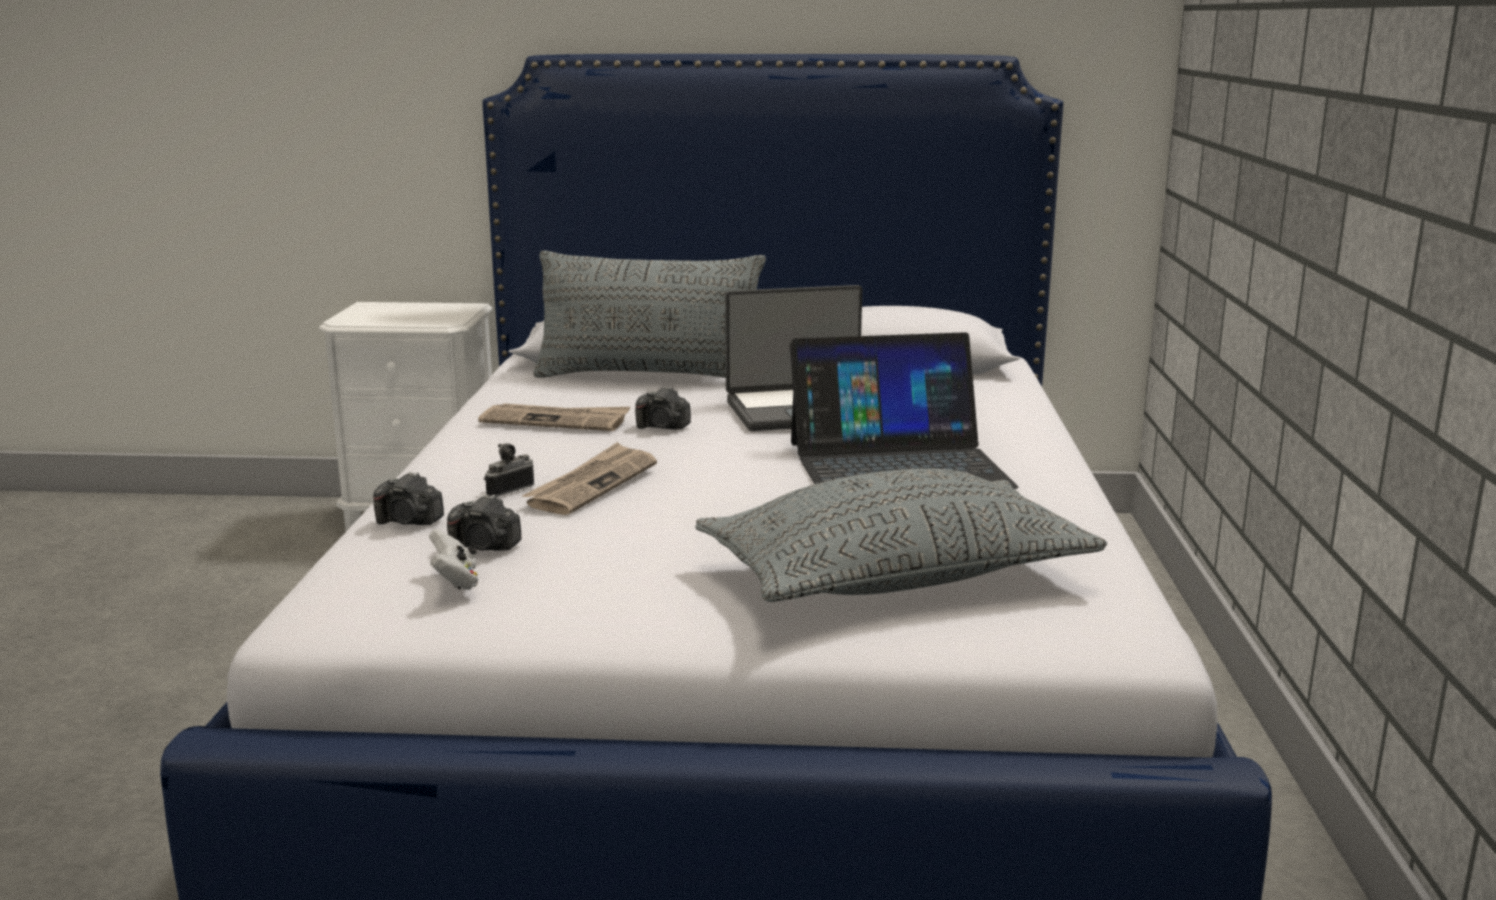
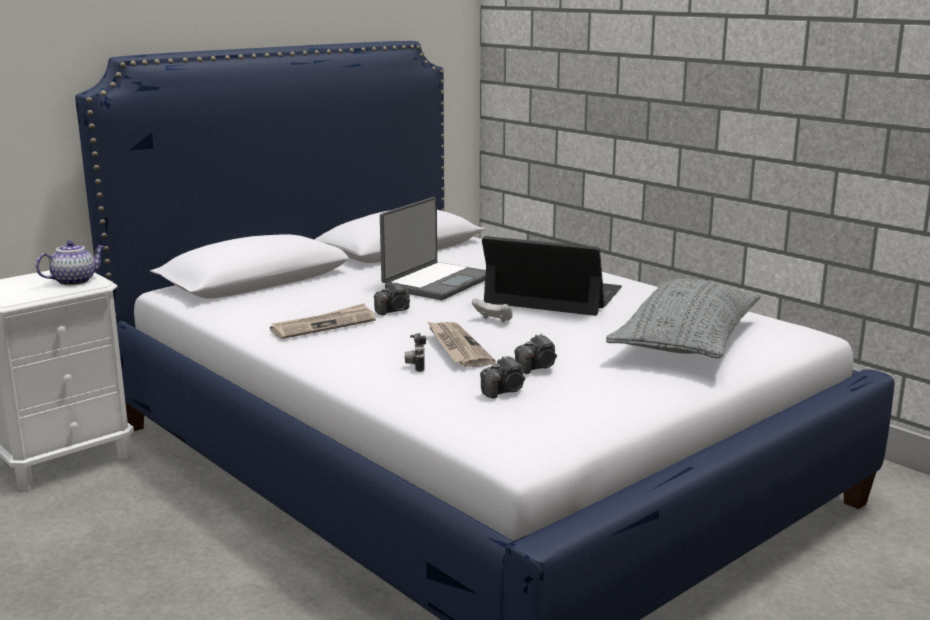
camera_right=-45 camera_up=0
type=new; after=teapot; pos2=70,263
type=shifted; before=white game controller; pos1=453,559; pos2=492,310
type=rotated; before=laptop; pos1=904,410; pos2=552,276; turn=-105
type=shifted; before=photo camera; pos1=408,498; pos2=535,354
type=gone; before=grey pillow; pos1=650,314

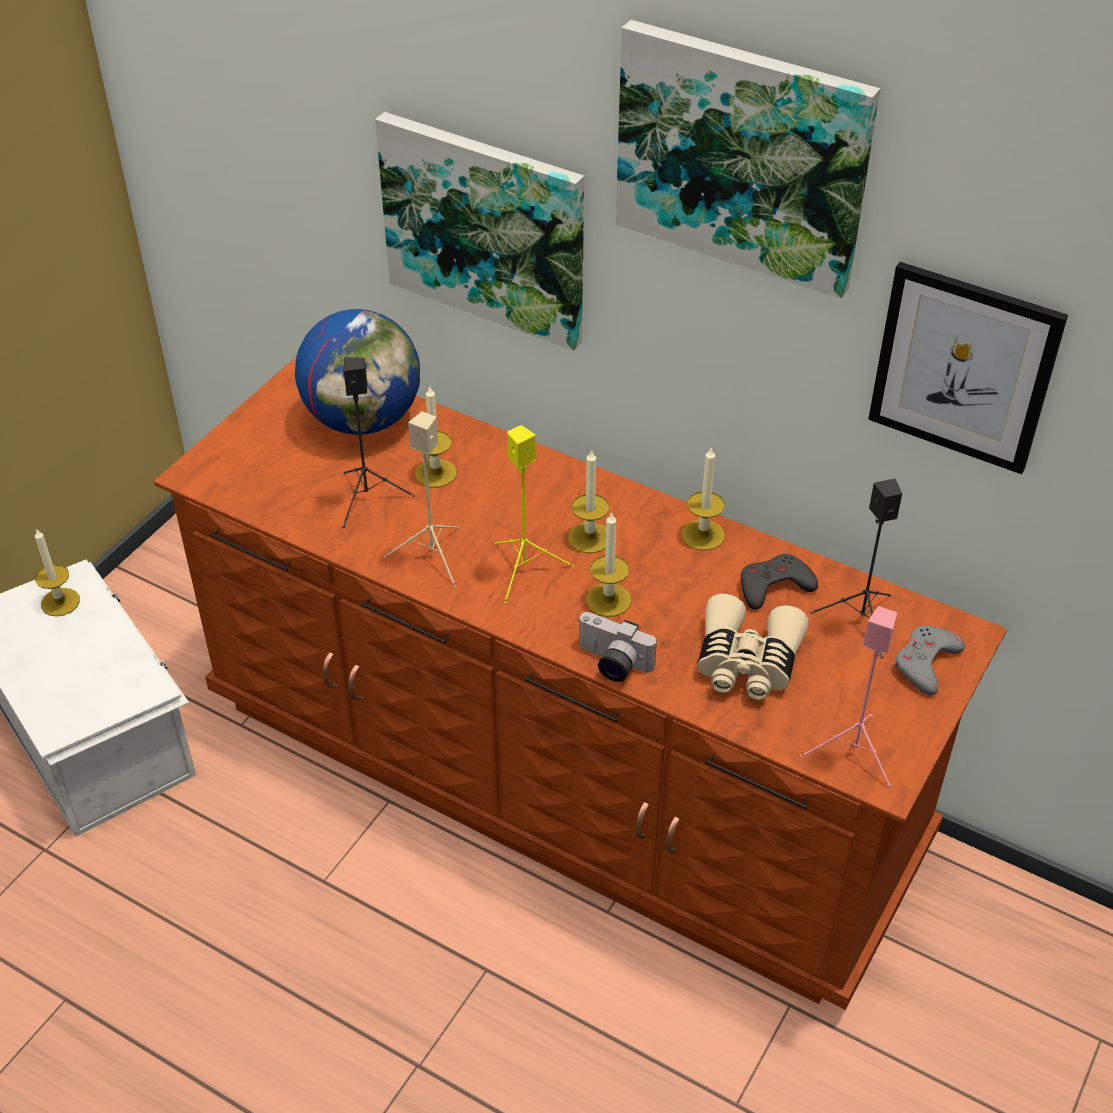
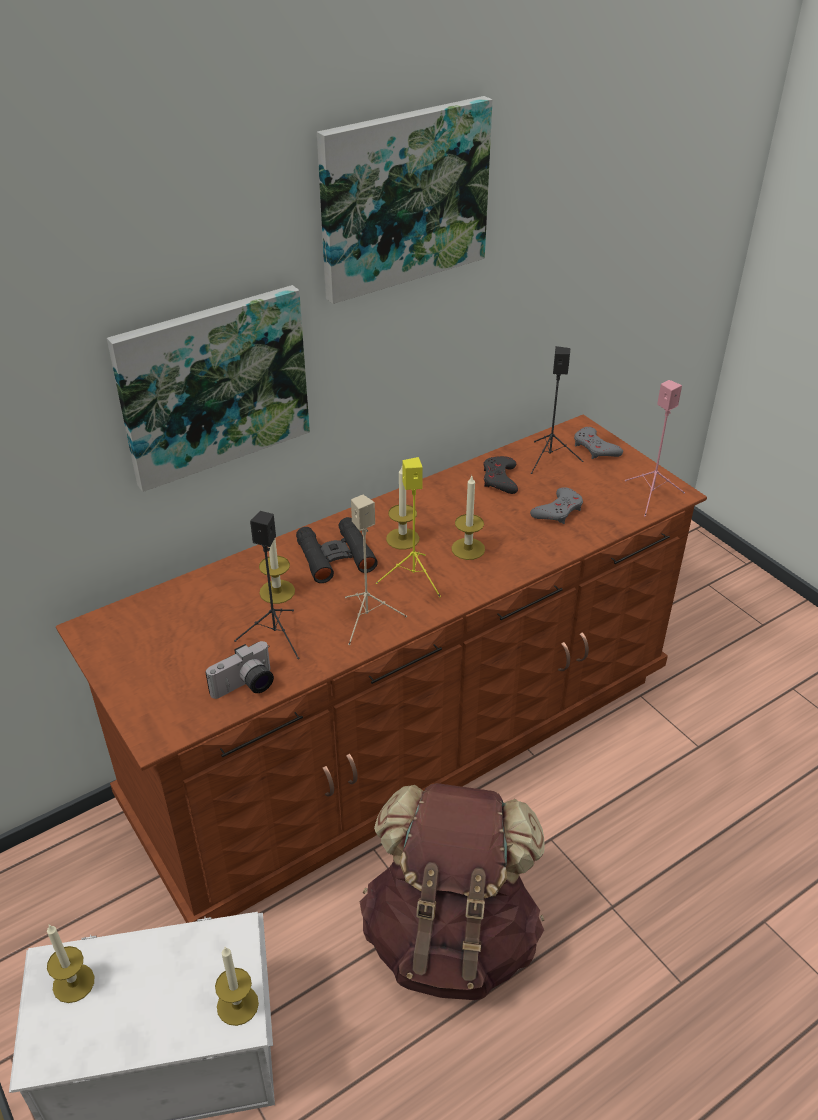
camera_right=-65 camera_up=-5
type=shifted; before=photo camera; pos1=617,647; pos2=240,670
type=shifted; before=candle; pos1=703,499; pos2=237,986
type=new; after=black binoculars; pos2=337,550
type=new; after=brown backpack; pos2=452,891
type=swapped; before=beige binoculars; after=grey game controller; pos1=753,647; pos2=556,505
type=gone; before=globe; pos1=357,372
type=gone; before=picture; pos1=968,368

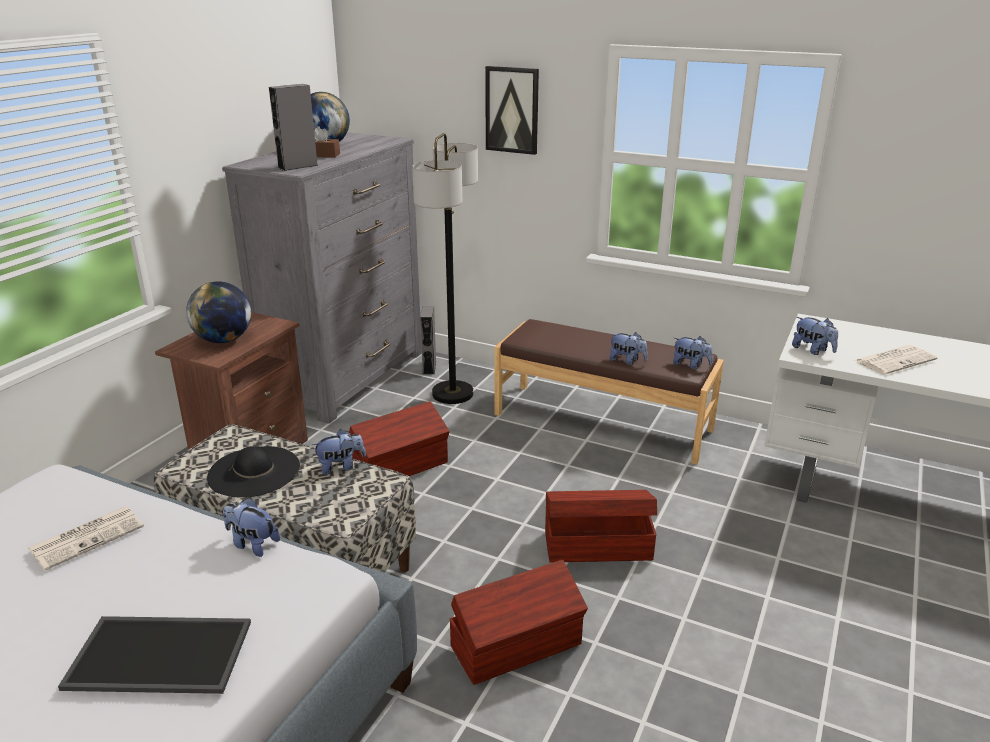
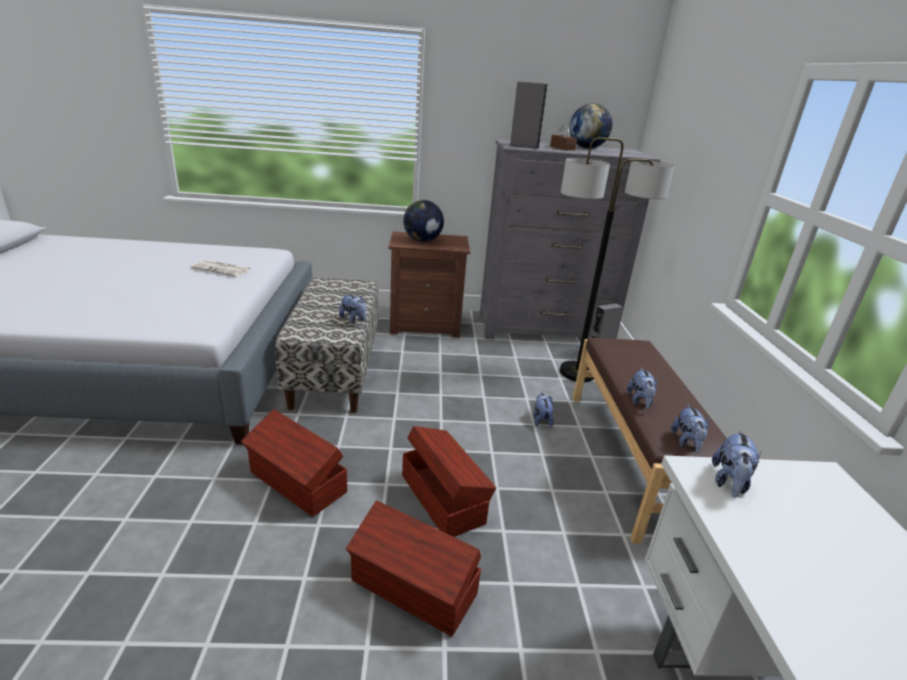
camera_right=60 camera_up=0
type=shifted; before=brown storage box; pos1=399,438; pos2=413,568
type=shifted; before=plush toy; pos1=251,527; pos2=543,410
type=gone; before=tray; pos1=154,655
type=gone; before=black hat; pos1=253,472
type=gone; before=picture; pos1=512,110
type=gone; before=newspaper; pos1=895,360

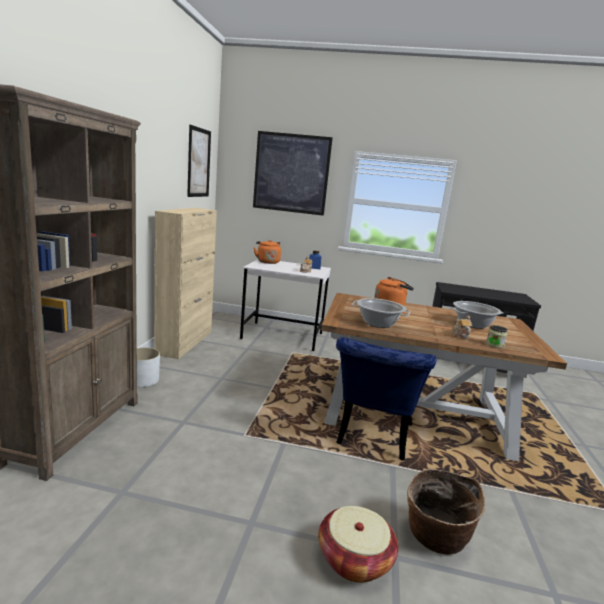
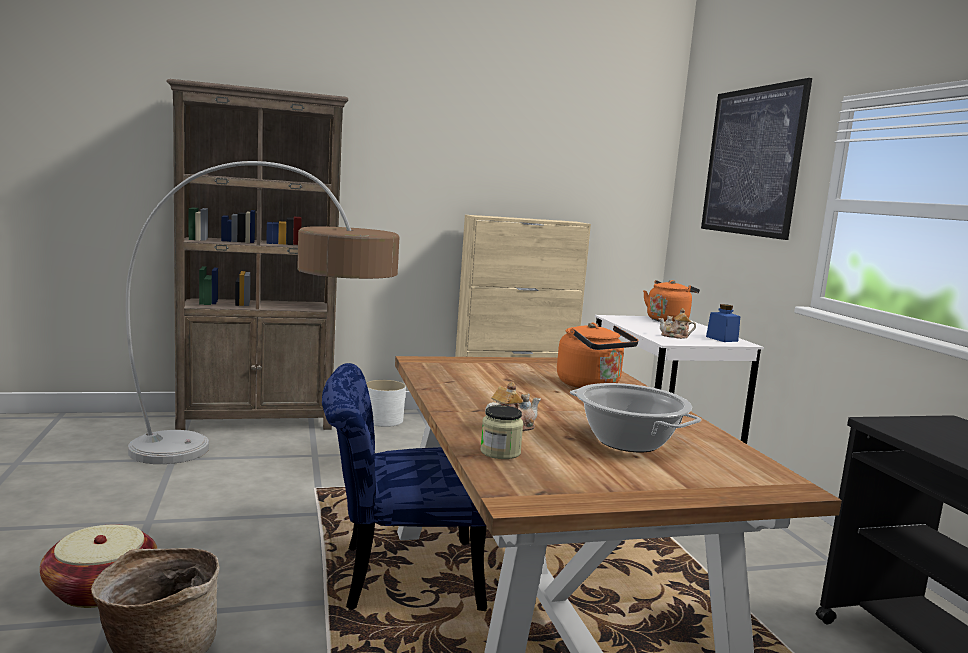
camera_right=65 camera_up=-5
type=new; after=floor lamp; pos2=262,312
type=gone; before=picture; pos1=199,161
type=gone; before=cooking pot; pos1=381,313

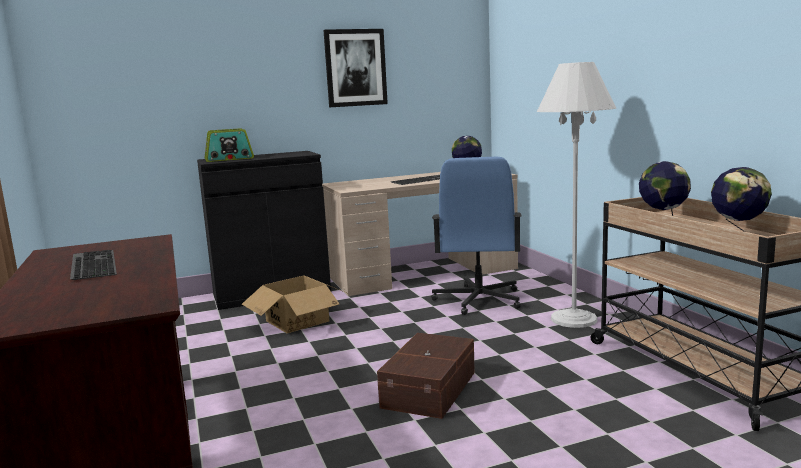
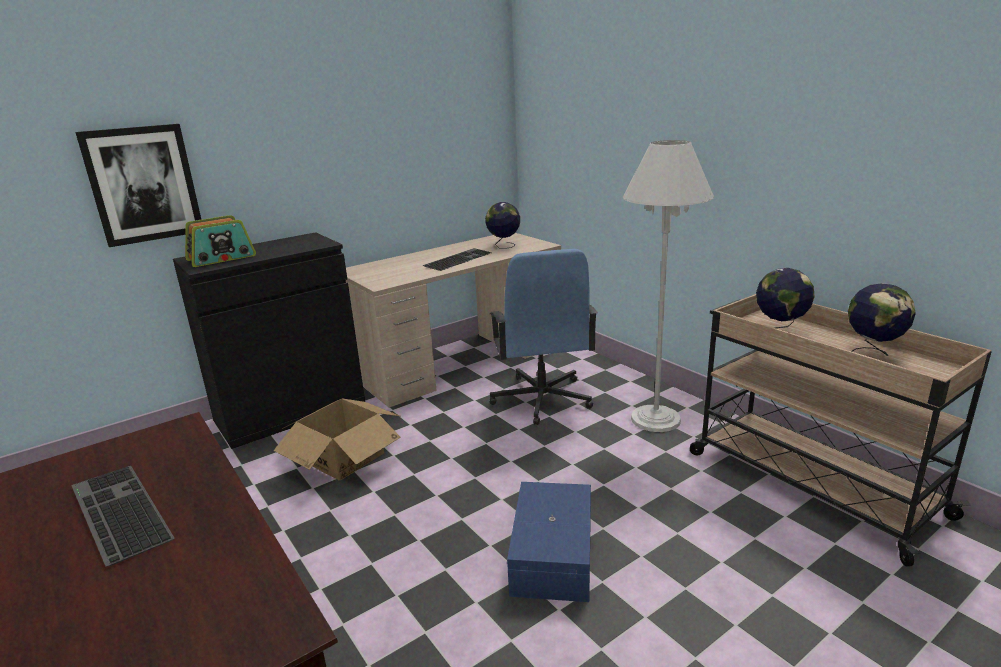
camera_right=-15 camera_up=10
type=shifted; before=picture; pos1=355,68; pos2=138,185
type=repainted; before=brown storage box; after=blue storage box; pos1=426,376; pos2=549,542

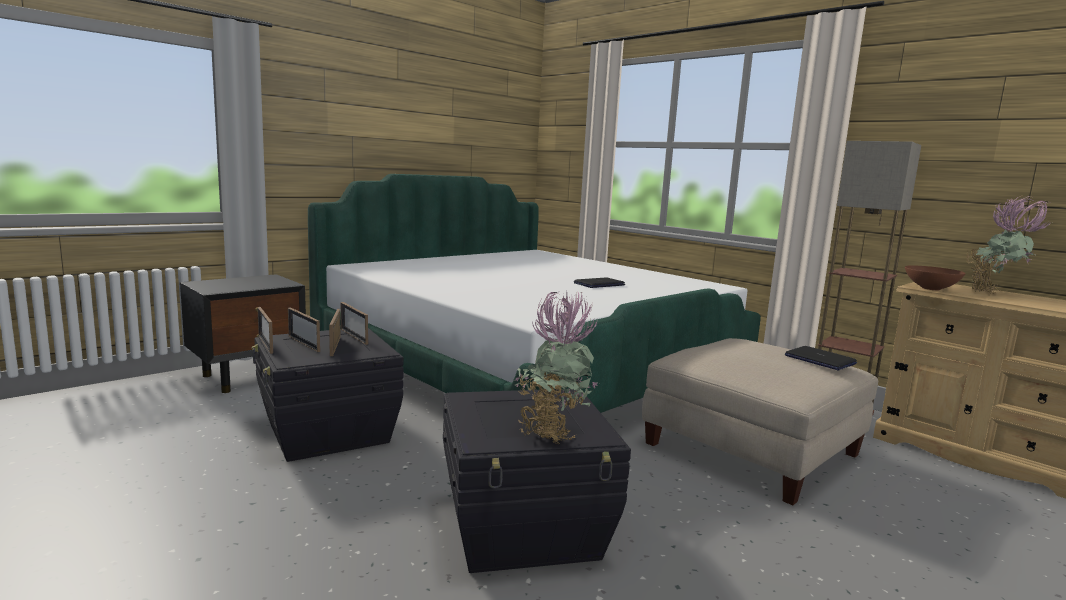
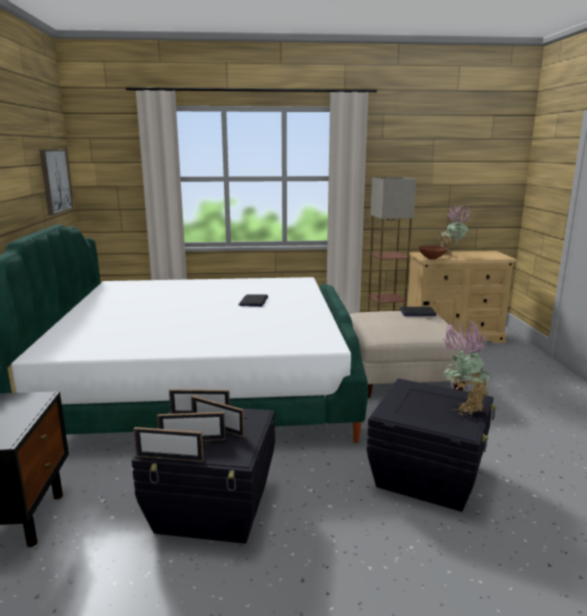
camera_right=-50 camera_up=5
type=new; after=picture; pos2=57,182

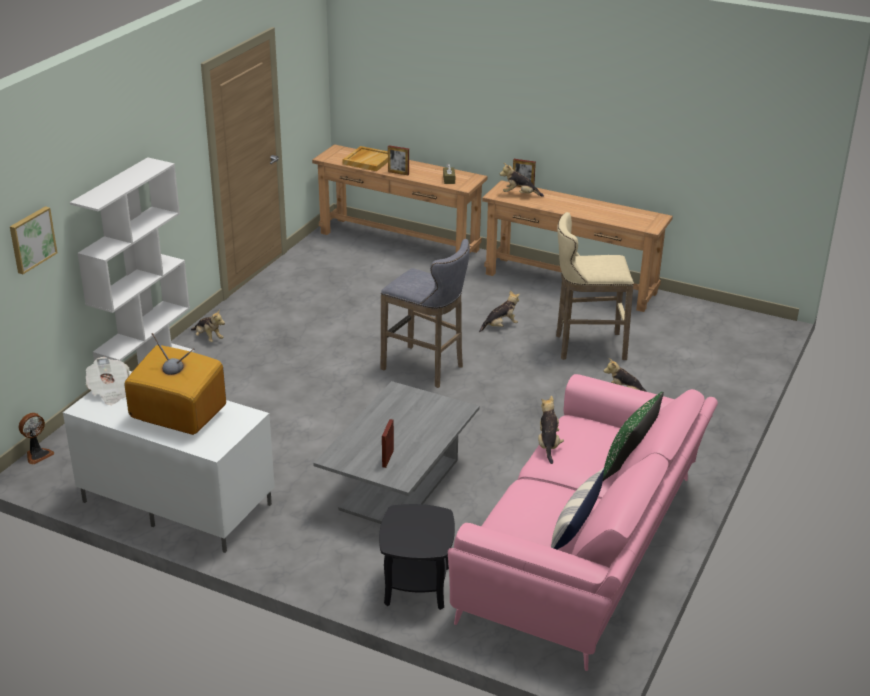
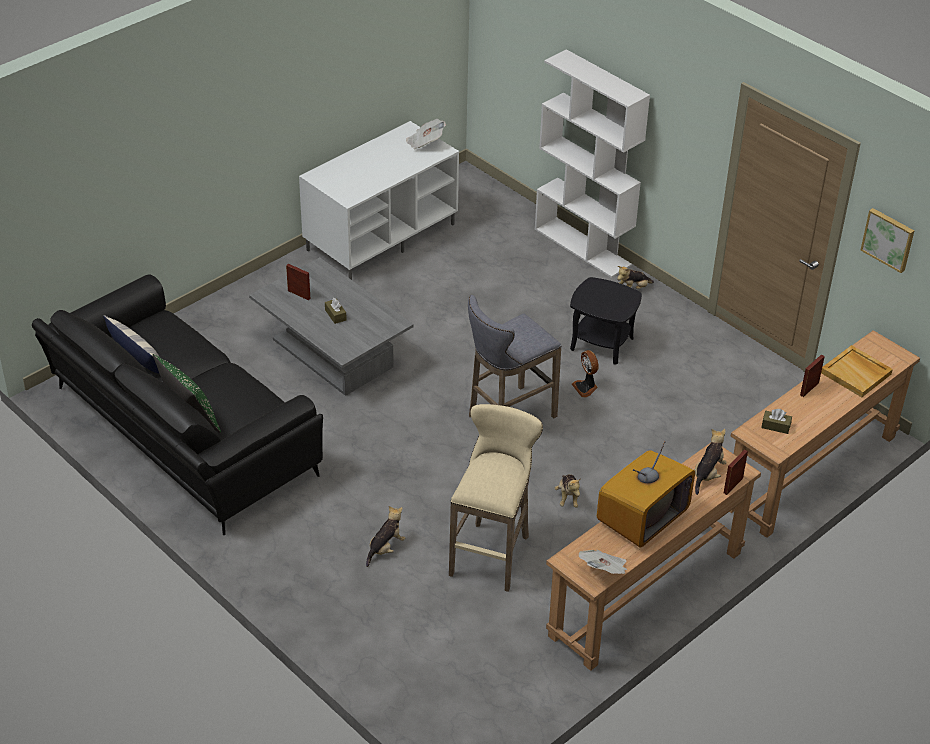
camera_right=110 camera_up=10
type=repainted; before=pink sofa; after=black sofa; pos1=583,522; pos2=177,405
type=new; after=brown tissue box; pos2=336,311
type=shifted; before=black side table; pos1=417,557; pos2=606,321
type=shifted; before=fan; pos1=36,439; pos2=585,374
type=new; after=newspaper; pos2=603,562
type=shifted; before=television; pos1=175,384; pos2=646,494
type=shifted; before=picture; pos1=33,240; pos2=887,240
type=gone; before=plush toy; pos1=551,430

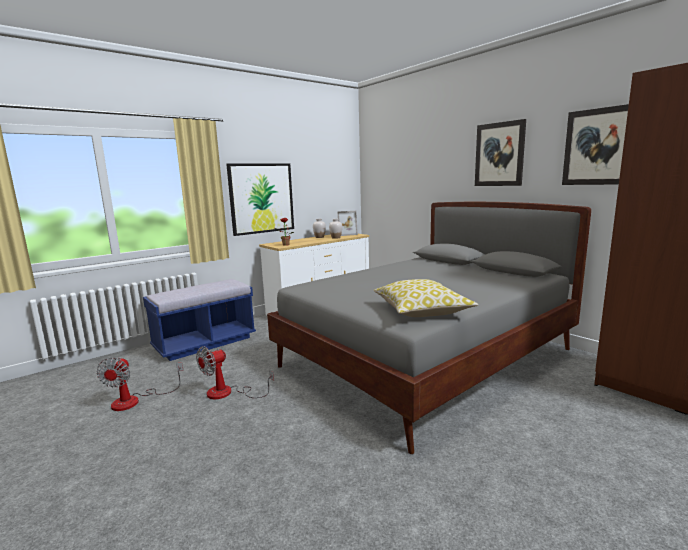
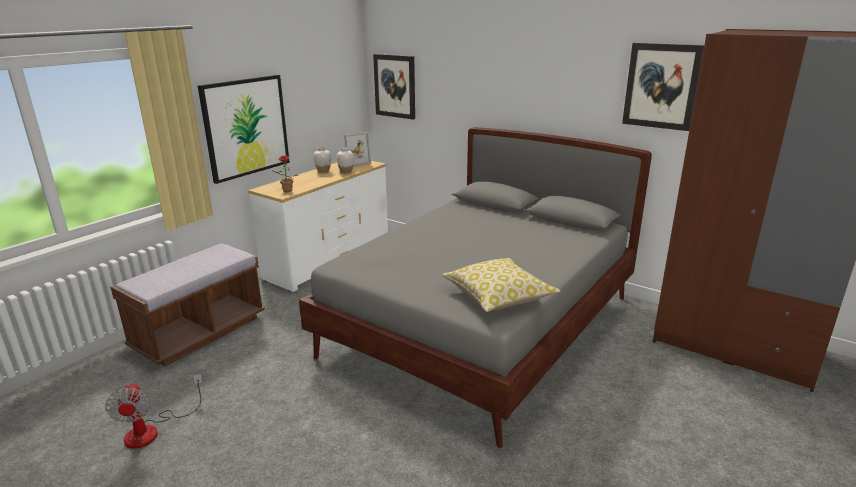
camera_right=-15 camera_up=10
type=repainted; before=blue bench; after=brown bench; pos1=199,320; pos2=187,305
type=shifted; before=picture; pos1=500,152; pos2=394,87
type=gone; before=fan; pos1=235,372

